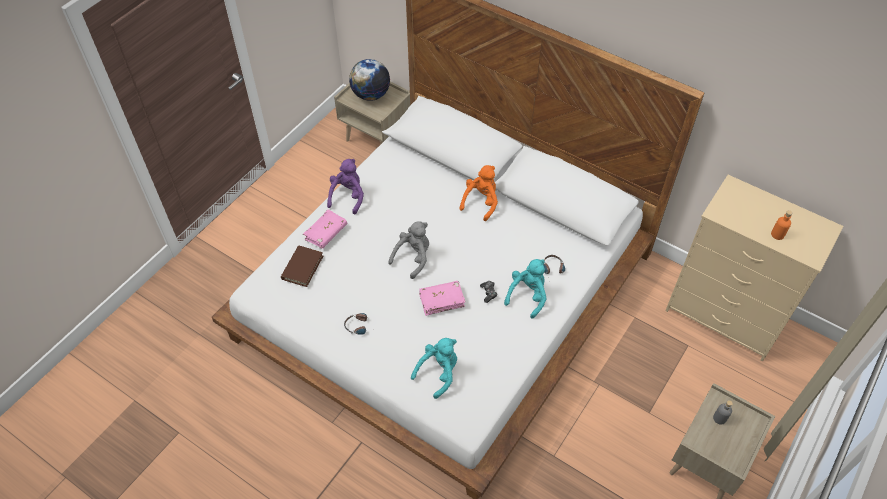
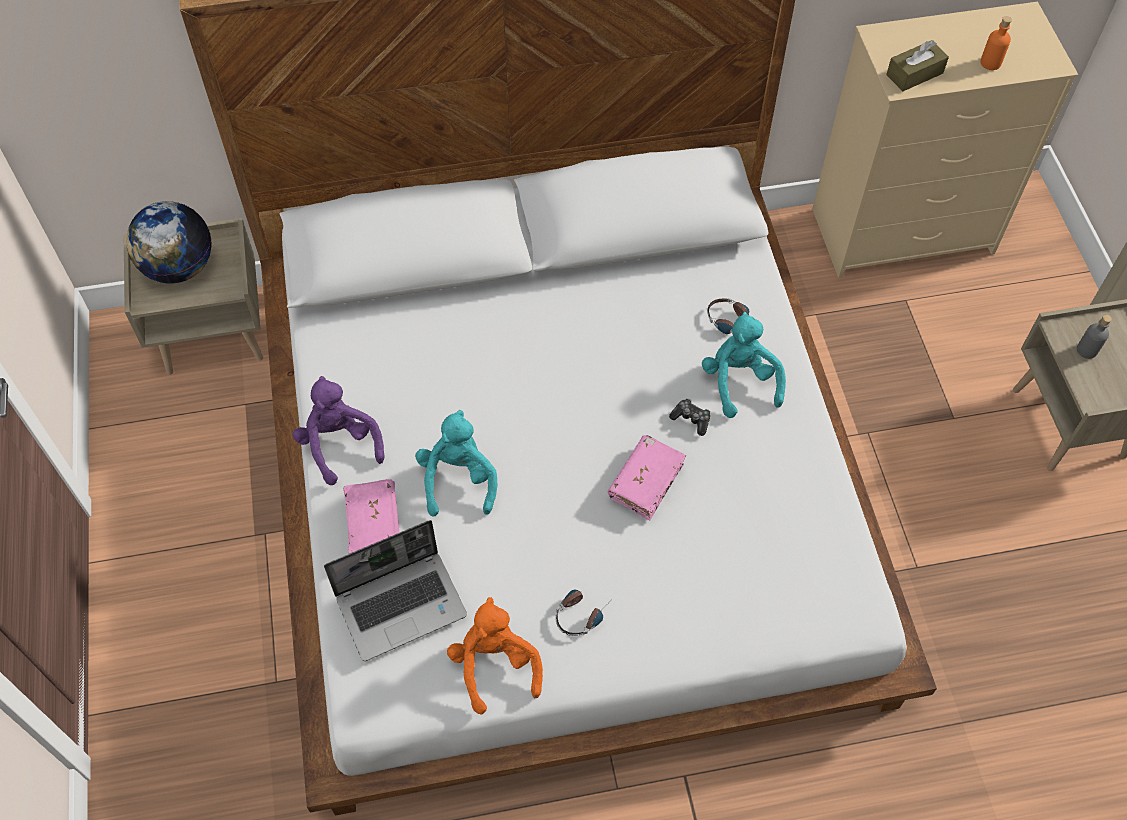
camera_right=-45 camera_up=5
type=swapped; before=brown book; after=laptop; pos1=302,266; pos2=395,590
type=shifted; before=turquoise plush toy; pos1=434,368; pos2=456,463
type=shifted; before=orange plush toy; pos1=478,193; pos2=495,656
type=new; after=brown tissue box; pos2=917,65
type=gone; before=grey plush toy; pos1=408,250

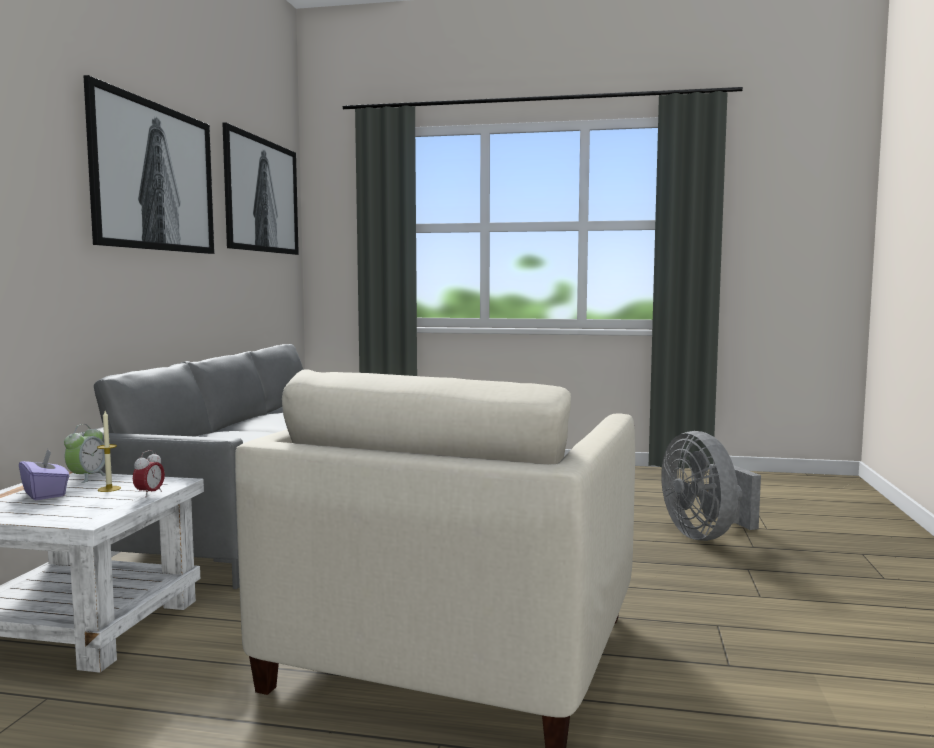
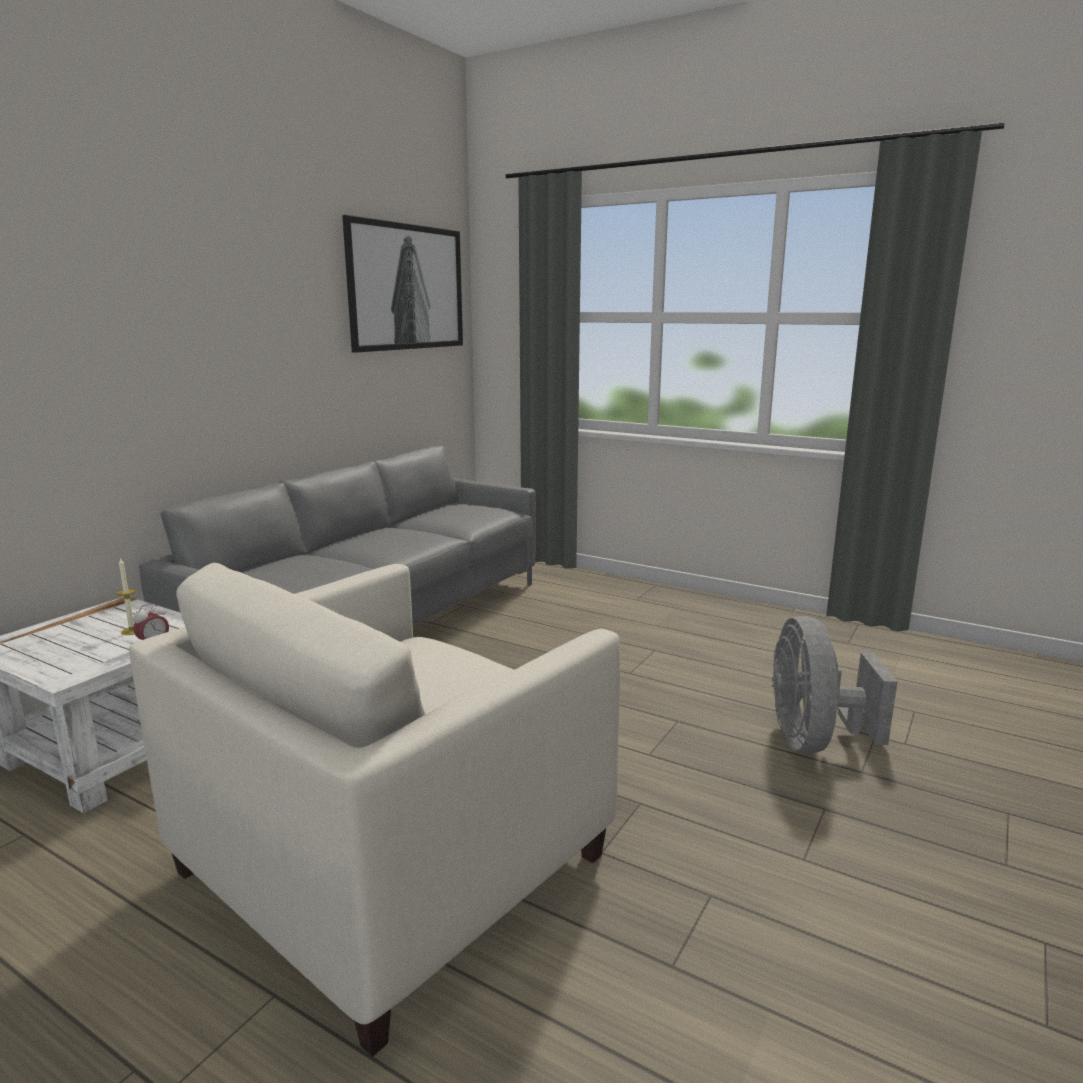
camera_right=20 camera_up=10
type=gone; before=purple tissue box; pos1=44,474
type=gone; before=alarm clock; pos1=85,453
type=gone; before=picture; pos1=148,164

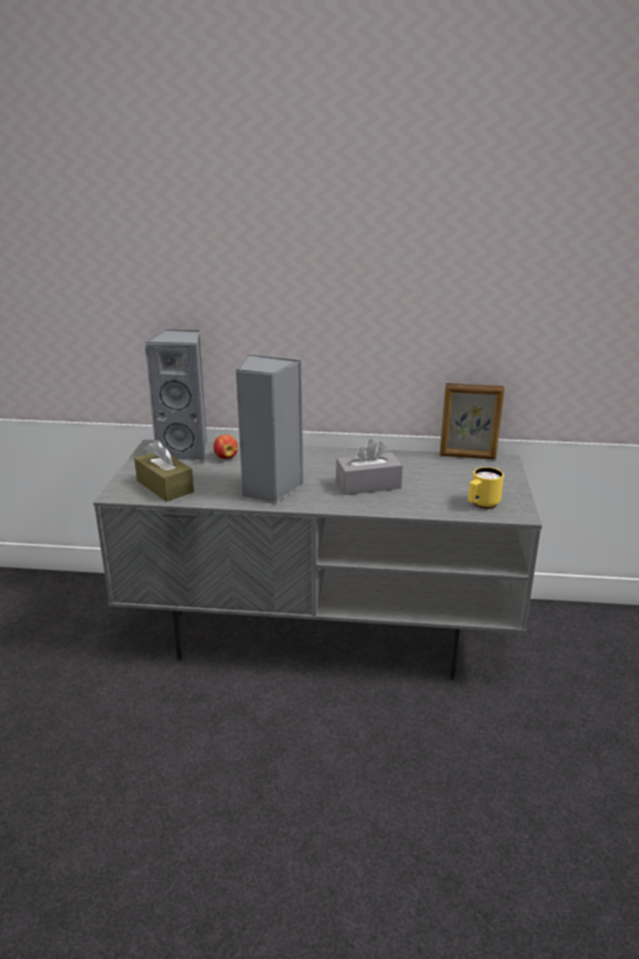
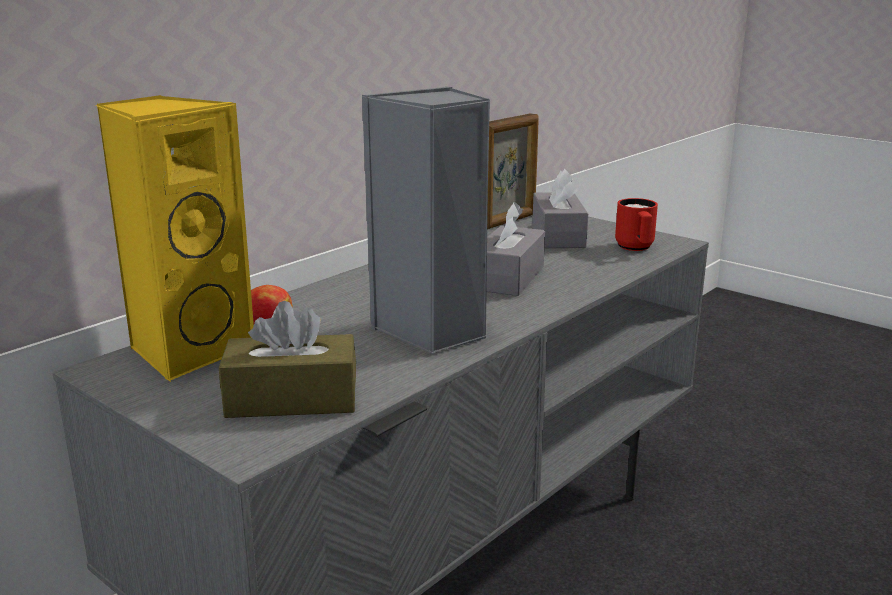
camera_right=-55 camera_up=-5
type=repainted; before=grey speaker; after=yellow speaker; pos1=175,395; pos2=175,238
type=new; after=grey tissue box; pos2=560,208
type=repainted; before=yellow mug; after=red mug; pos1=486,488; pos2=636,224

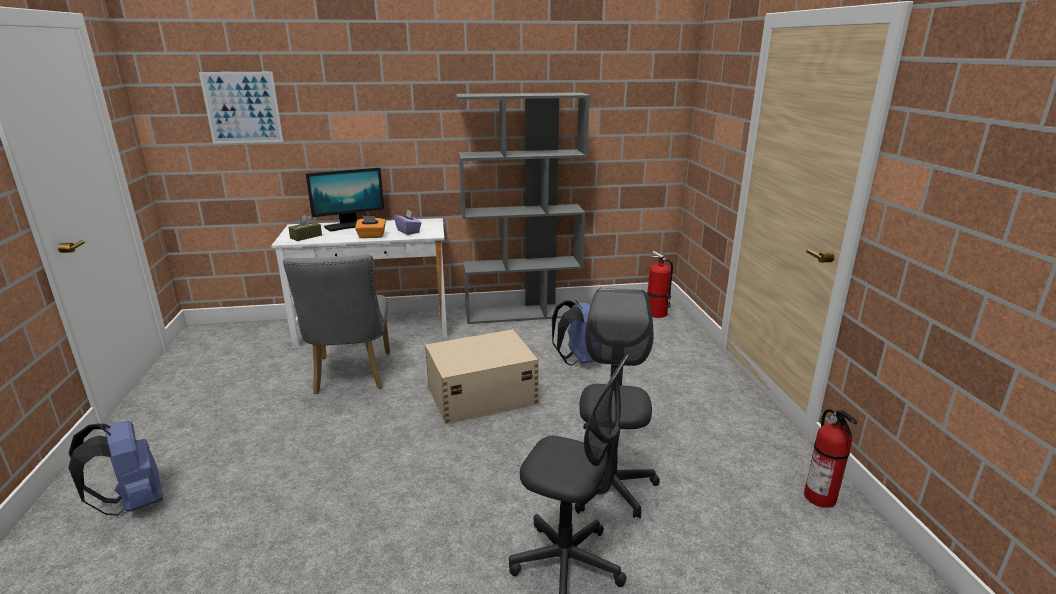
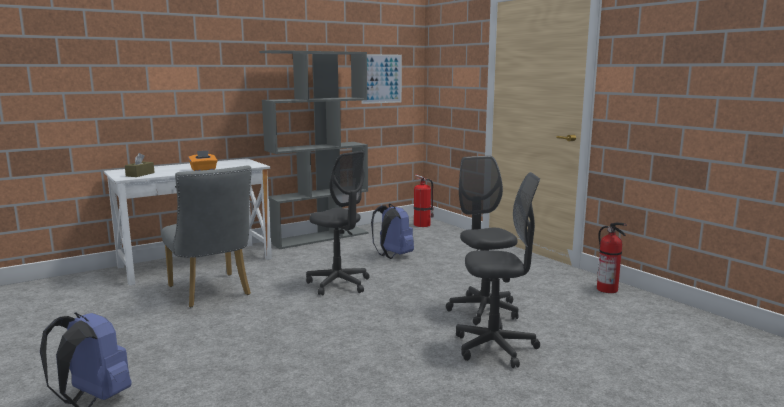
camera_right=-25 camera_up=-10
type=swapped; before=beige storage box; after=grey office chair; pos1=482,377; pos2=338,223
type=shifted; before=picture; pos1=241,108; pos2=381,79
type=gone; before=monitor; pos1=345,200
type=gone; before=purple tissue box; pos1=407,222

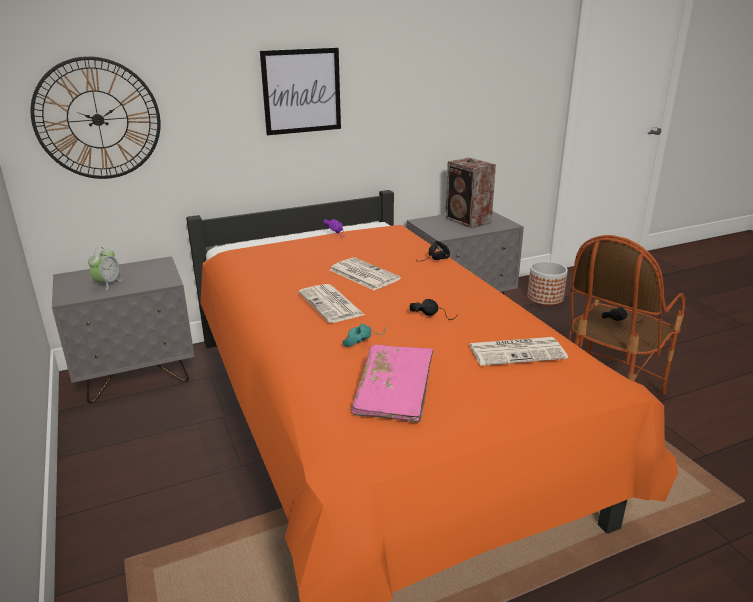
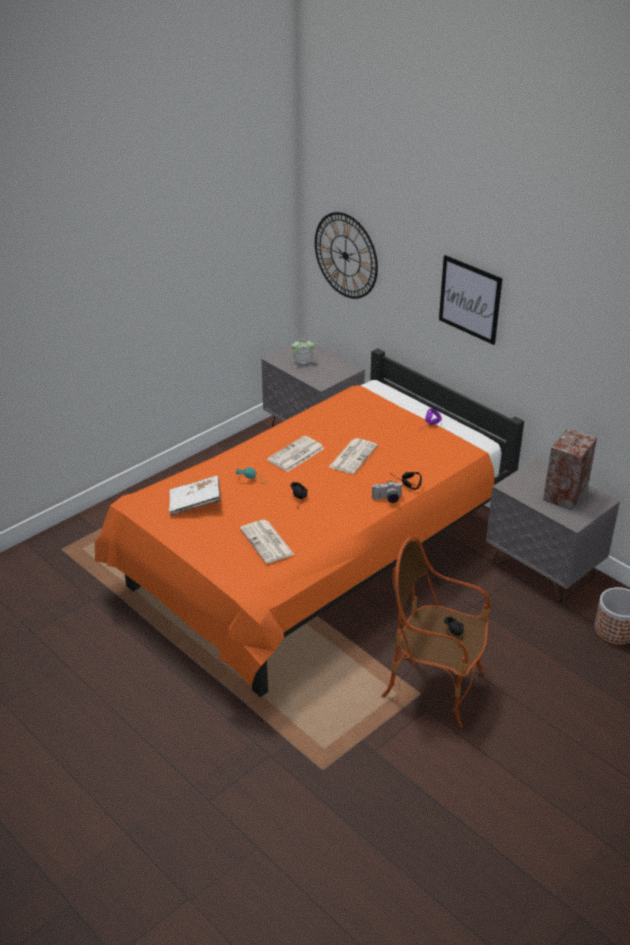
camera_right=70 camera_up=10
type=repainted; before=pink book; after=white book; pos1=392,383; pos2=195,496
type=new; after=photo camera; pos2=387,492

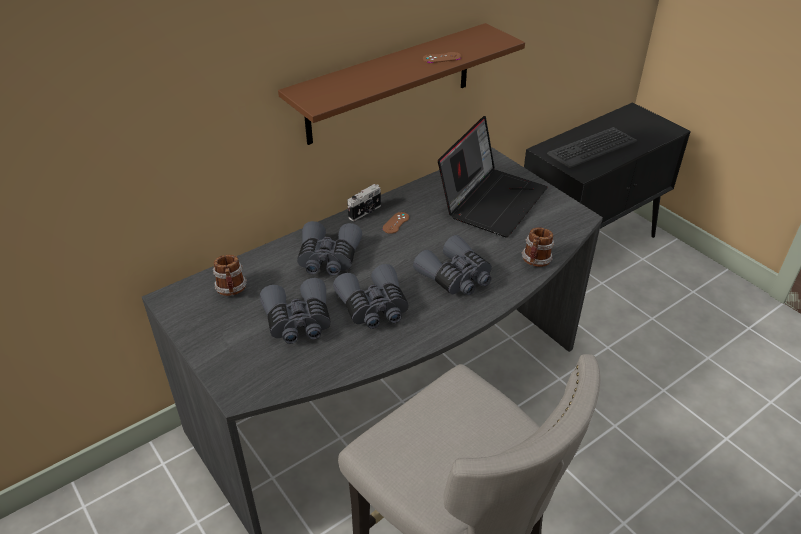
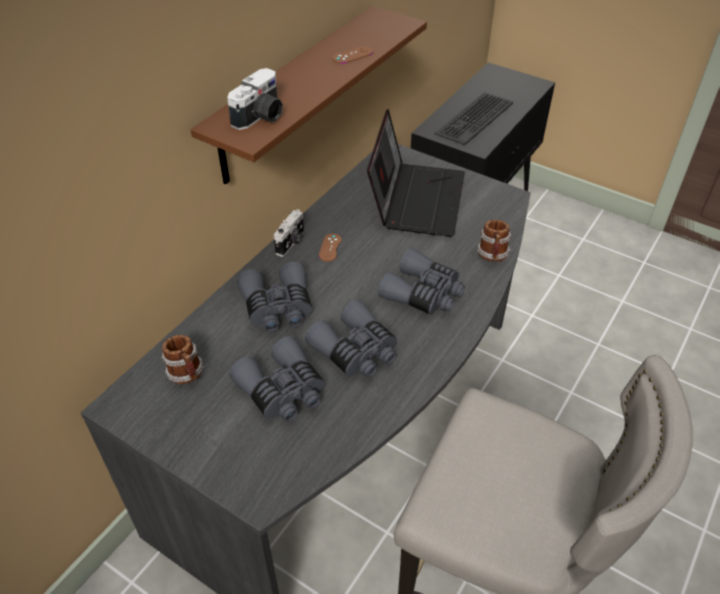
camera_right=-20 camera_up=5
type=new; after=photo camera; pos2=255,99

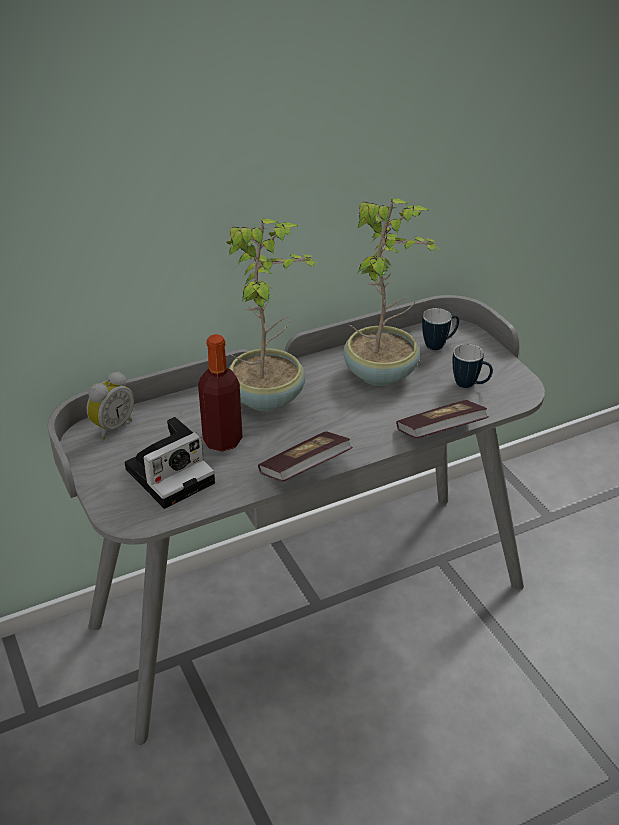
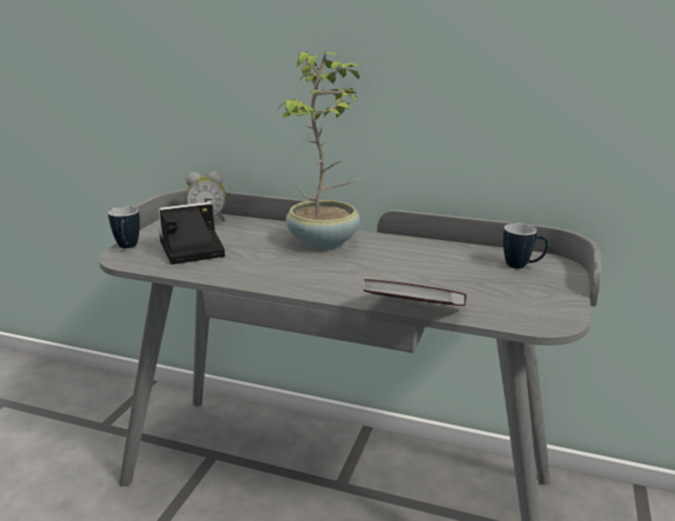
camera_right=45 camera_up=-15
type=shifted; before=mug; pos1=473,366; pos2=124,227
type=rotated; before=photo camera; pos1=170,463; pos2=191,233; turn=150
type=gone; before=bottle; pos1=220,393
type=gone; before=book; pos1=305,456
type=gone; before=potted plant; pos1=392,292

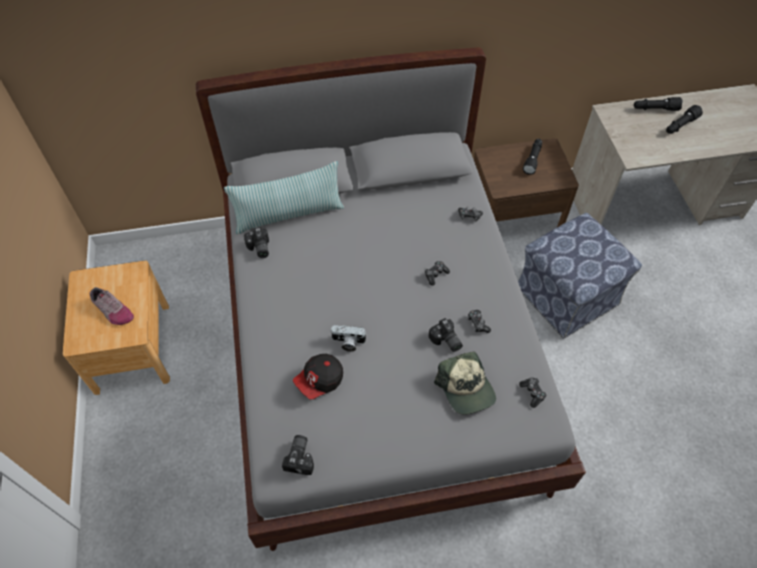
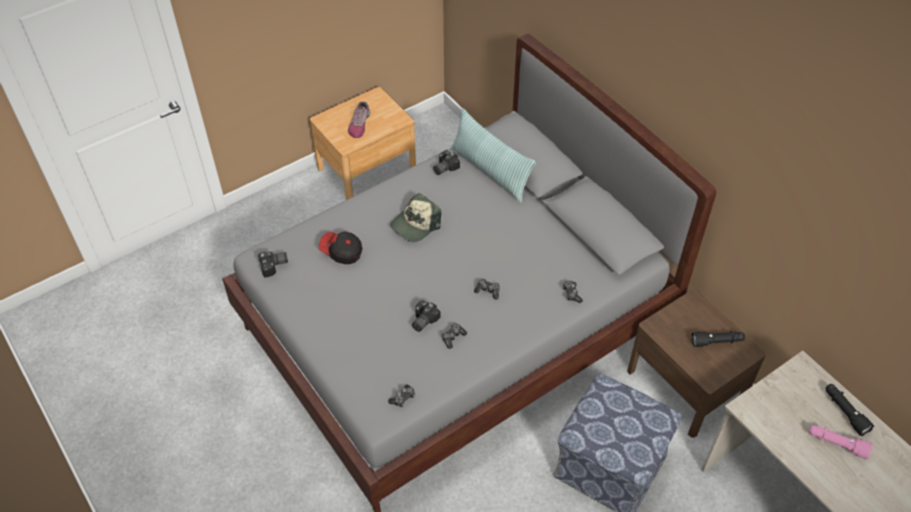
camera_right=65 camera_up=-5
type=shifted; before=cap; pos1=465,383; pos2=415,217
type=repainted; before=black flashlight; after=pink flashlight; pos1=684,119; pos2=841,442
type=gone; before=photo camera; pos1=348,338

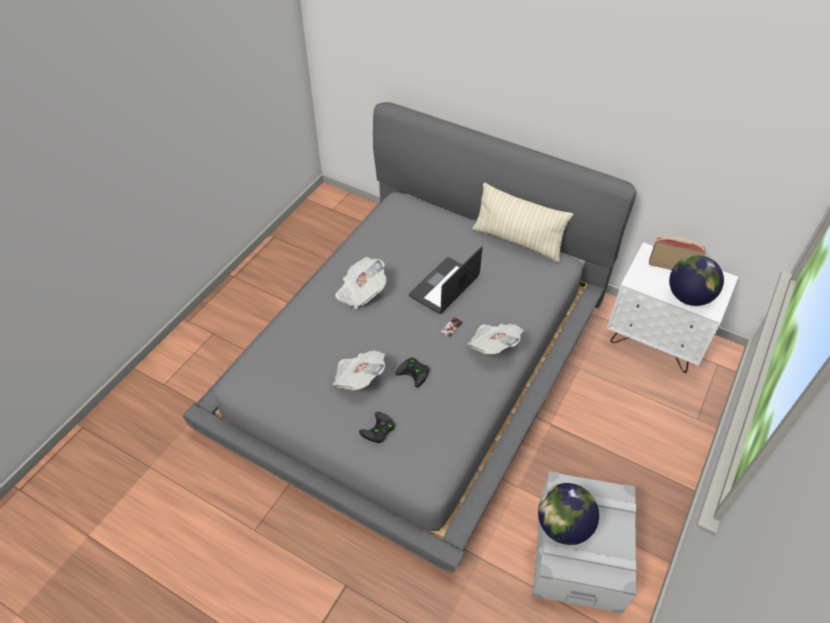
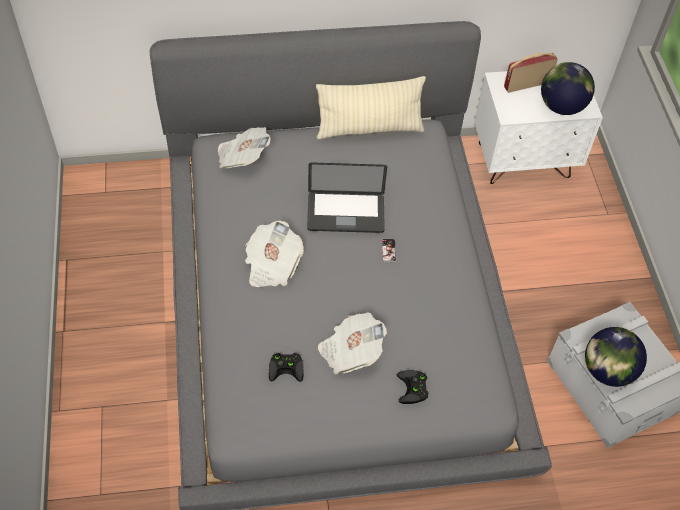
camera_right=-40 camera_up=5
type=shifted; before=newspaper; pos1=495,339; pos2=244,147
type=shifted; before=black game controller; pos1=412,372; pos2=286,367
type=rotated; before=laptop; pos1=446,280; pos2=347,197; turn=-90

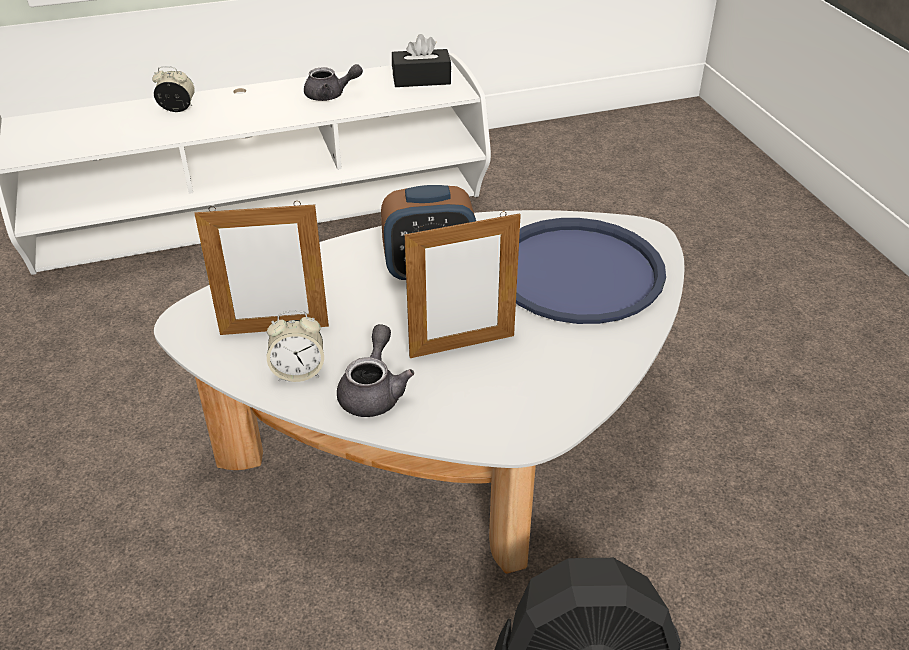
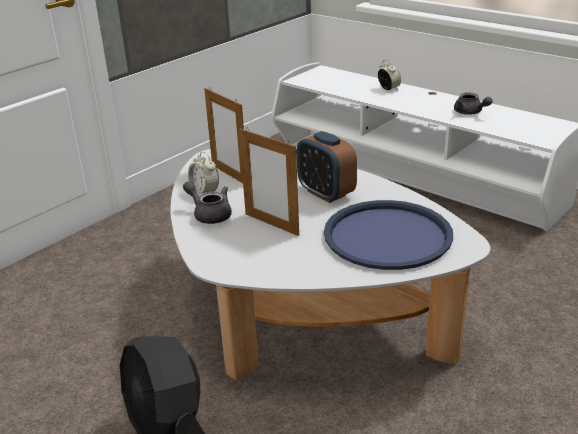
camera_right=60 camera_up=-10
type=rotated; before=grey teapot; pos1=375,370; pos2=207,202; turn=-120
type=gone; before=black tissue box; pos1=421,60

